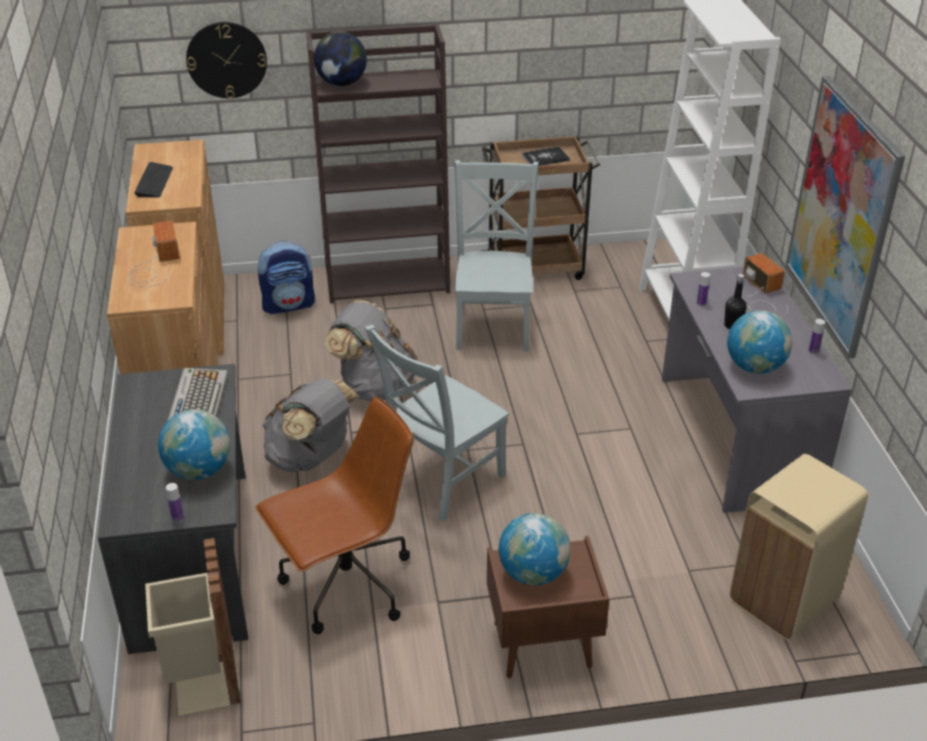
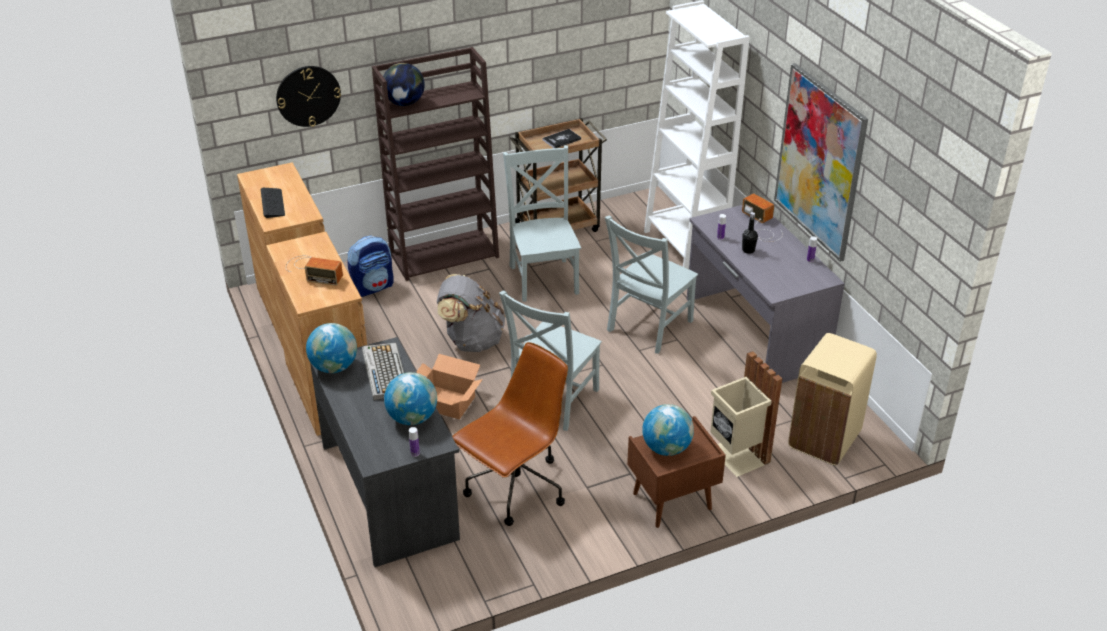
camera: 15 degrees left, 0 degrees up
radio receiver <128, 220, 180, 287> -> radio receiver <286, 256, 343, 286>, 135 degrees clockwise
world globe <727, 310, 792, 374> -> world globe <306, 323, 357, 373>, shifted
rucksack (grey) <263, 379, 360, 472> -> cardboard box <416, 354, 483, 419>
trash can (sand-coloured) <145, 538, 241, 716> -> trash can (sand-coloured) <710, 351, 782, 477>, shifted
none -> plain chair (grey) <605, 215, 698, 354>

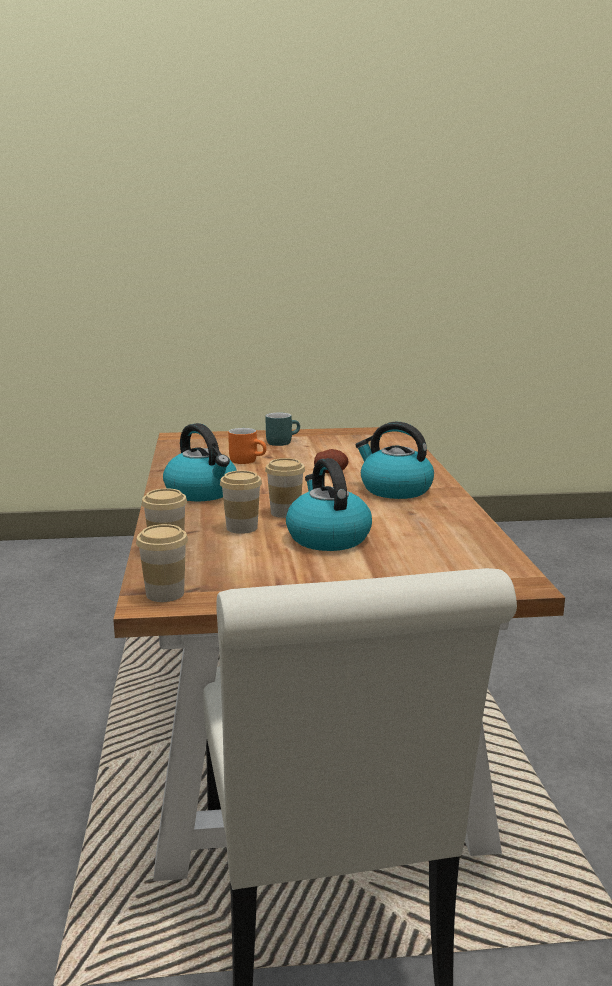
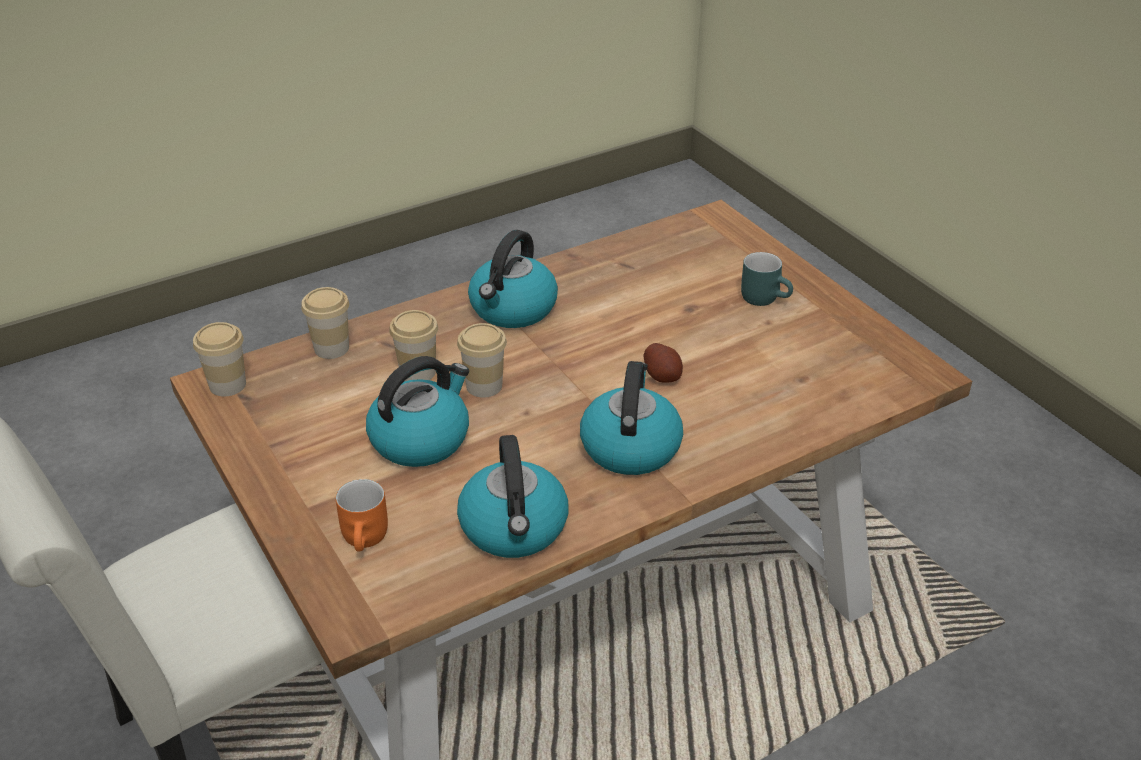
camera: 65 degrees right, 20 degrees up
tea mug (orange) <228, 428, 267, 464> -> tea mug (orange) <336, 479, 388, 552>, shifted
none -> kettle <457, 435, 568, 558>

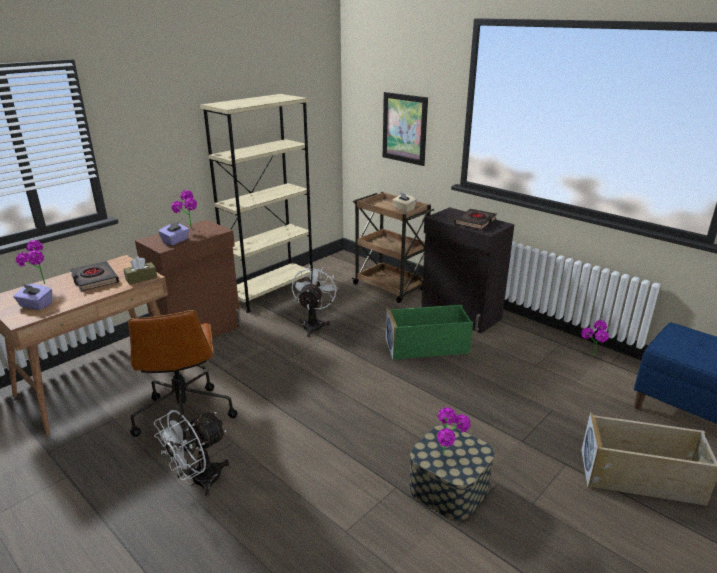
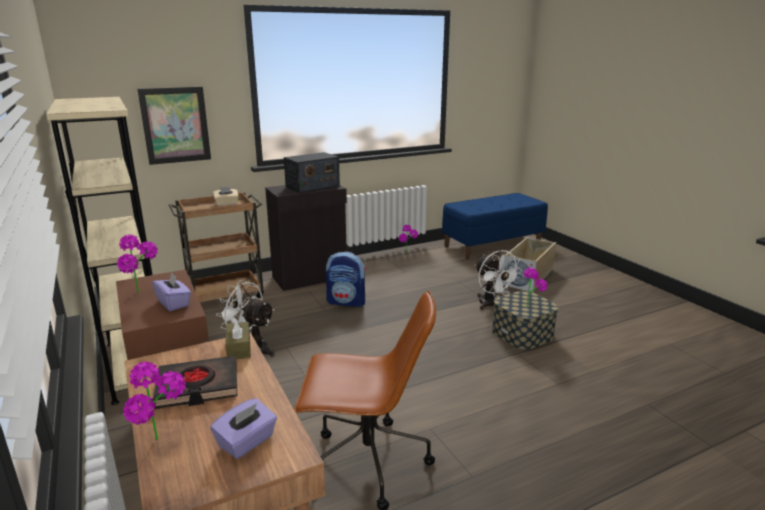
camera: 70 degrees left, 5 degrees down
bound book (blackish) <454, 209, 497, 230> -> radio receiver <284, 152, 340, 193>
storage box (greenish) <386, 305, 473, 361> -> rucksack <326, 251, 366, 307>
cooling fan (white-coloured) <154, 410, 229, 497> -> cooling fan (white-coloured) <475, 250, 523, 310>, shifted

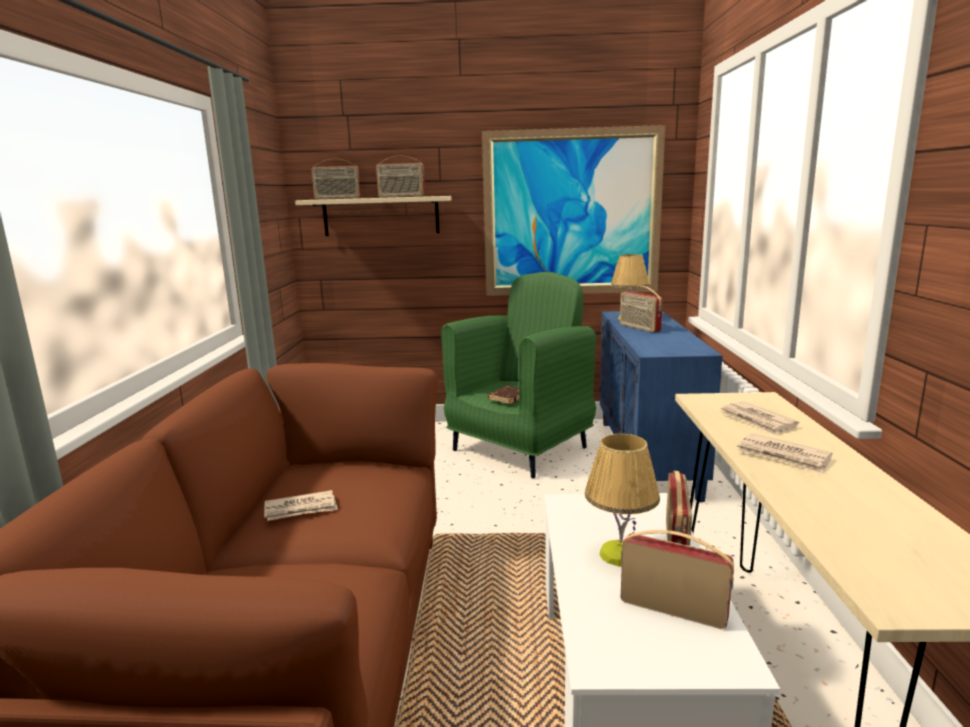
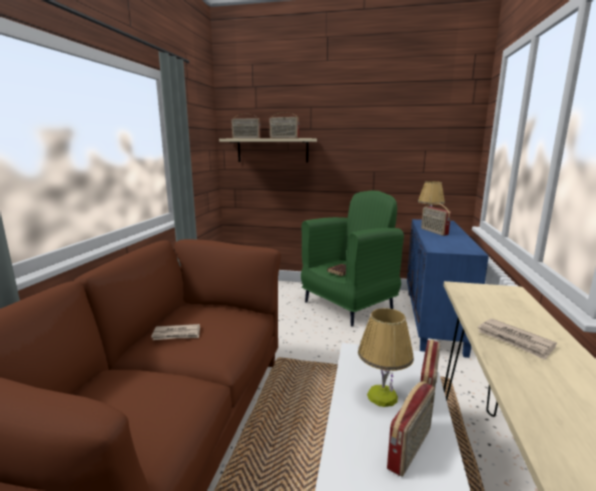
camera: 10 degrees right, 0 degrees up
wall art <482, 125, 665, 296> -> none
daily paper <719, 401, 800, 435> -> none
radio receiver <621, 530, 734, 629> -> radio receiver <387, 381, 435, 477>, 90 degrees clockwise

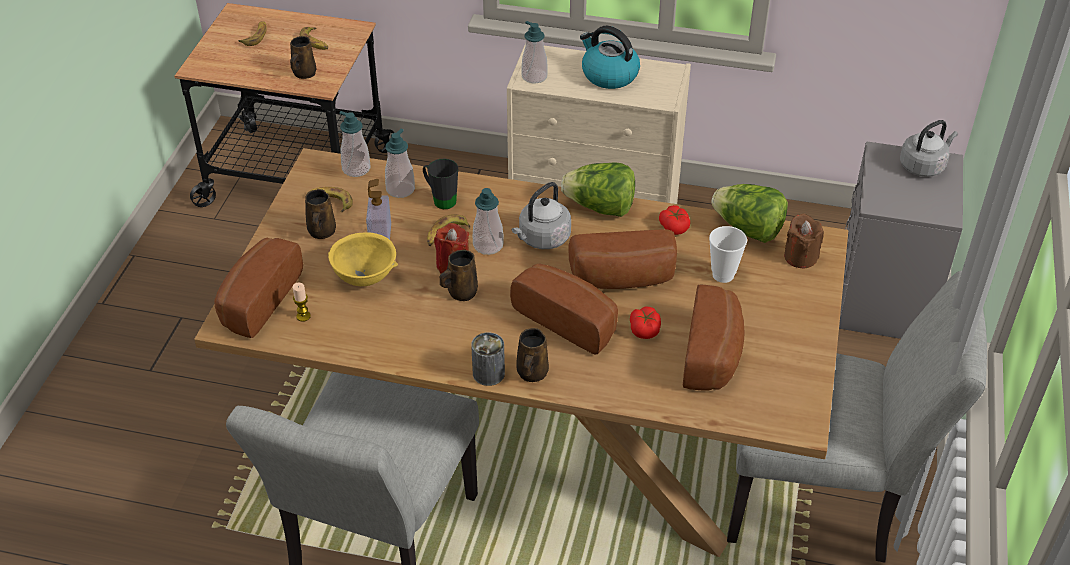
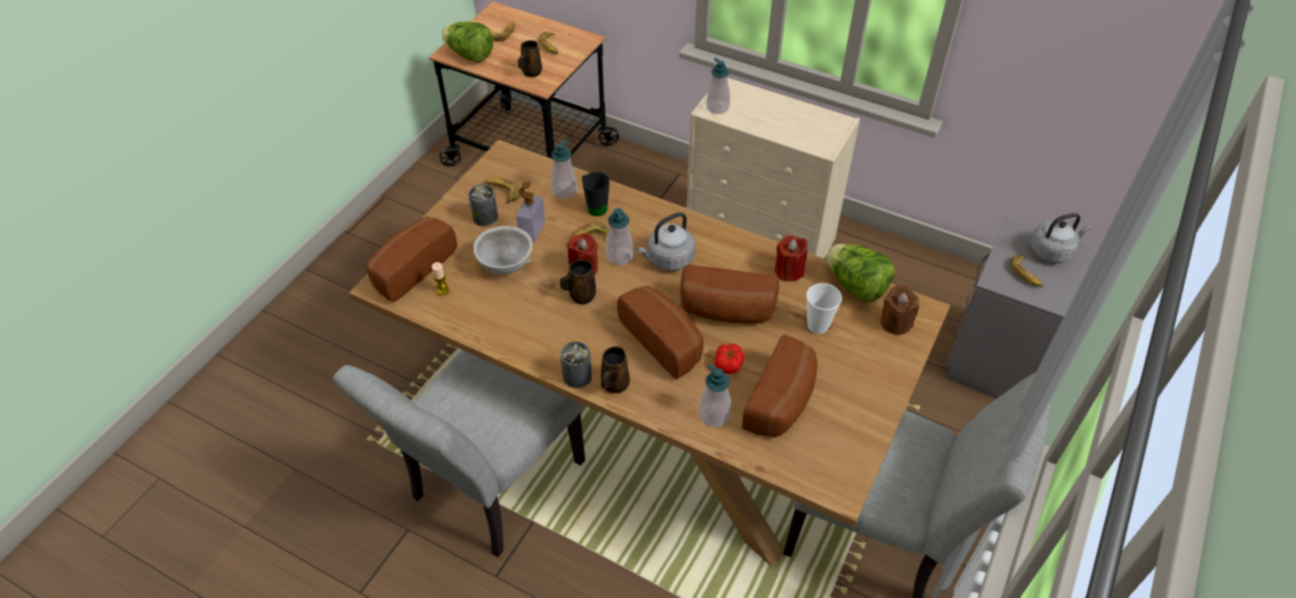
camera: 15 degrees right, 5 degrees up
kettle <580, 26, 640, 89> -> none
soap dispenser <339, 111, 370, 177> -> soap dispenser <699, 364, 731, 427>, shifted
head of lettuce <561, 162, 635, 217> -> head of lettuce <441, 22, 493, 63>, shifted
tea mug (brownish) <305, 189, 336, 239> -> sealed can <468, 184, 498, 227>
whole tomato <659, 205, 690, 235> -> wax candle (reddish) <775, 235, 808, 281>
serving bowl (yellow-coloured) <328, 232, 398, 286> -> serving bowl (grey) <473, 226, 533, 275>
none -> banana <1010, 255, 1043, 287>

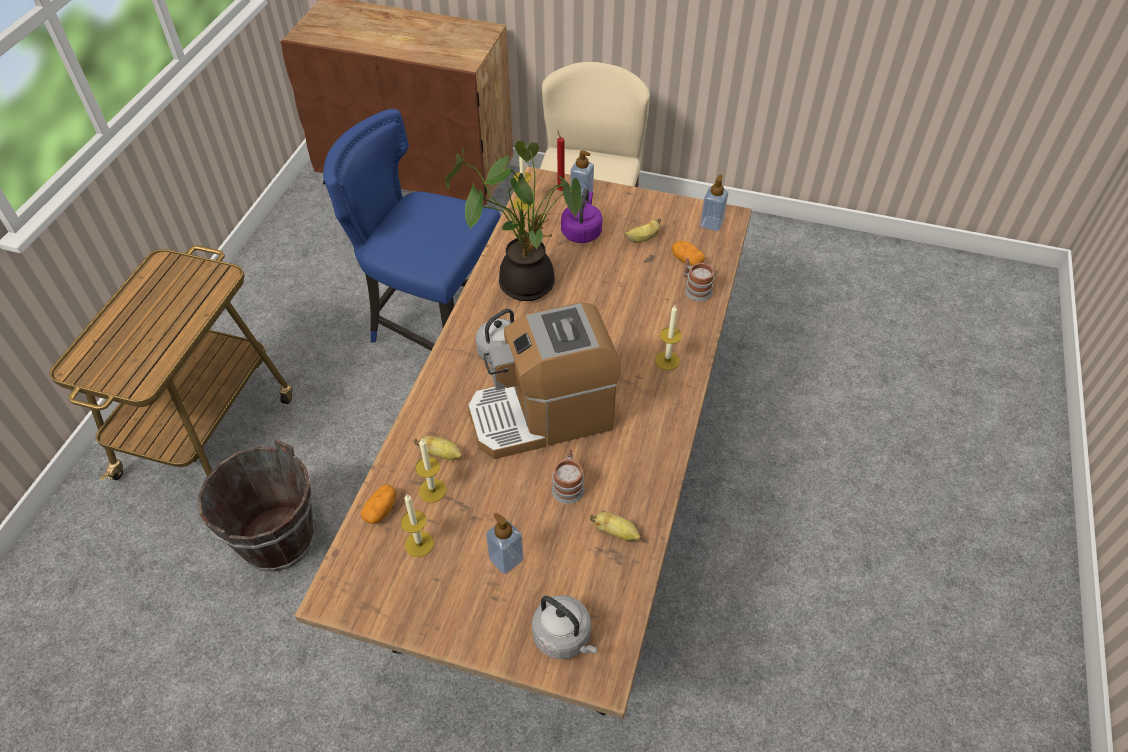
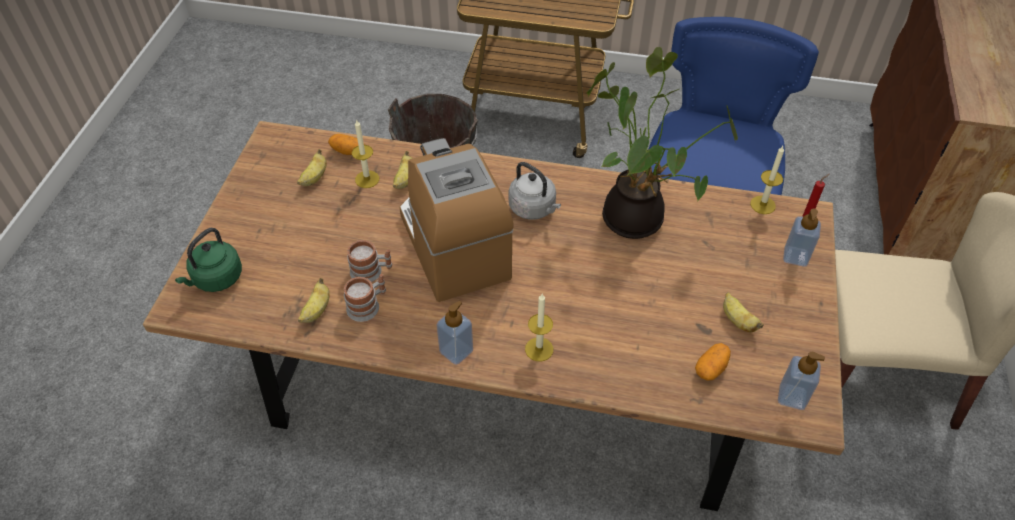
camera: 85 degrees right, 0 degrees up
kettle (purple-coloured) <561, 188, 602, 243> -> none
tea mug <683, 258, 714, 301> -> tea mug <344, 274, 386, 322>, shifted
wax candle <401, 494, 434, 557> -> banana <297, 149, 327, 186>
soap dispenser <486, 513, 524, 574> -> soap dispenser <436, 301, 473, 365>, shifted
kettle (grey) <532, 595, 598, 659> -> kettle (greenish) <175, 228, 242, 292>

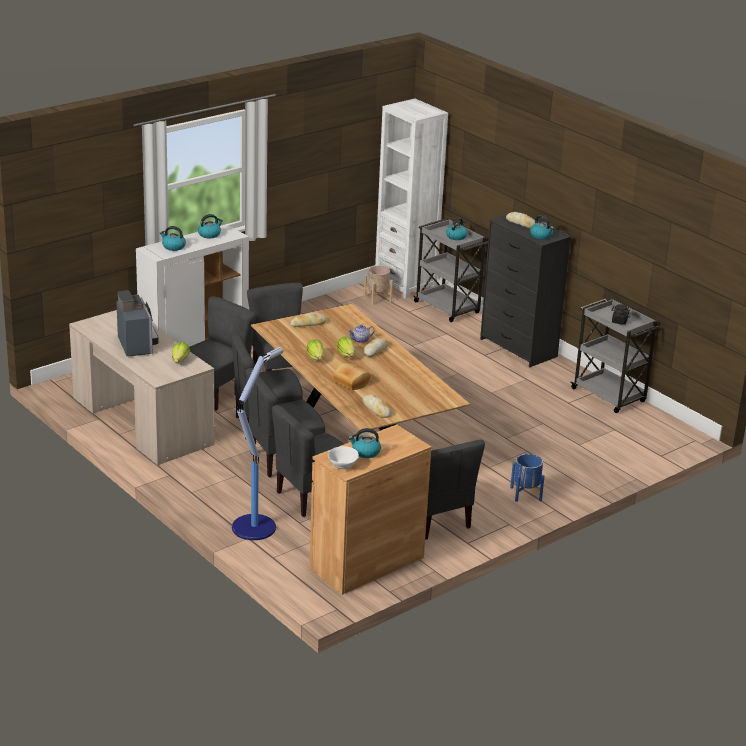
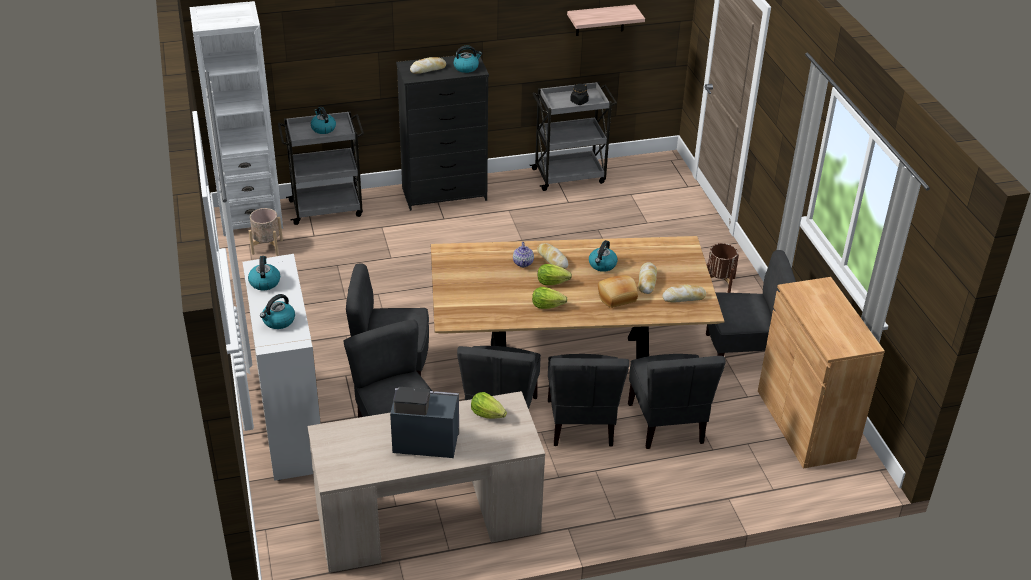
camera: 65 degrees left, 10 degrees up
baked bread <291, 313, 326, 327> -> baked bread <638, 262, 657, 294>, shifted
floor lamp <232, 347, 283, 540> -> none
kettle <348, 428, 381, 458> -> kettle <589, 240, 618, 272>, shifted
serving bowl (white-coloured) <328, 446, 359, 469> -> none
plant pot (blue) <510, 454, 545, 502> -> plant pot (brownish) <707, 243, 739, 293>
none -> wall shelf <567, 4, 645, 36>

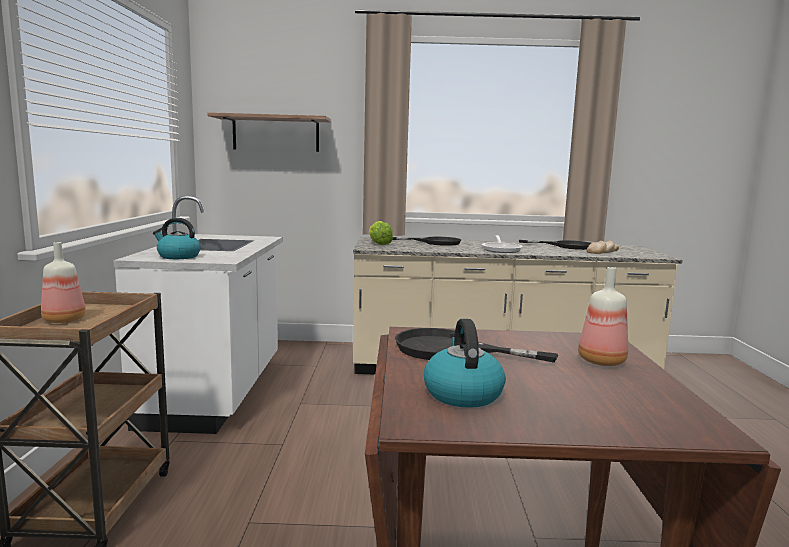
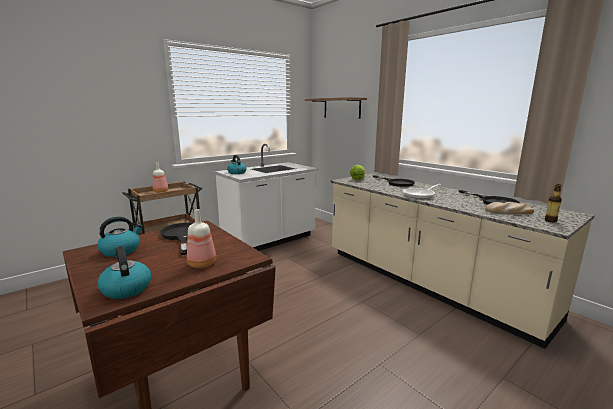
camera: 50 degrees right, 5 degrees up
none -> beverage bottle <545, 184, 562, 223>
none -> kettle <97, 246, 151, 299>

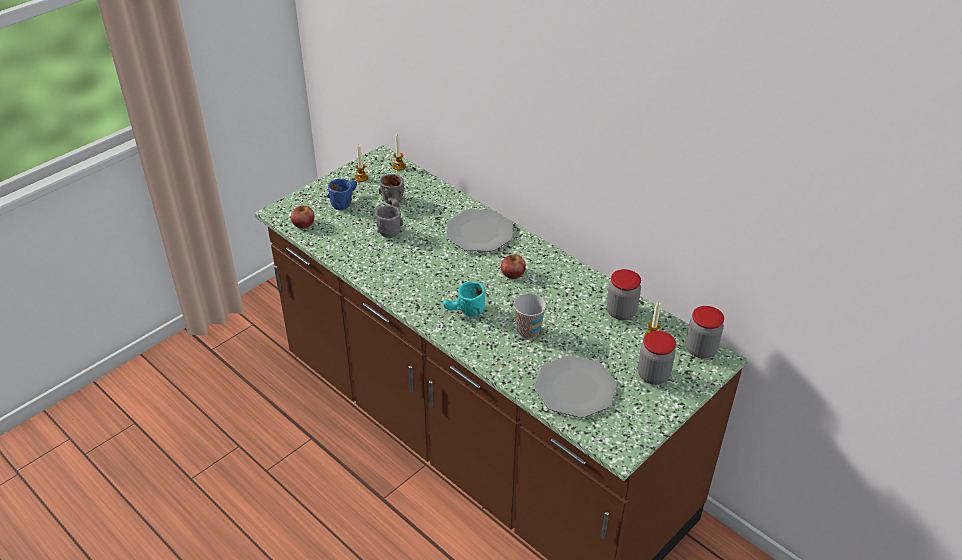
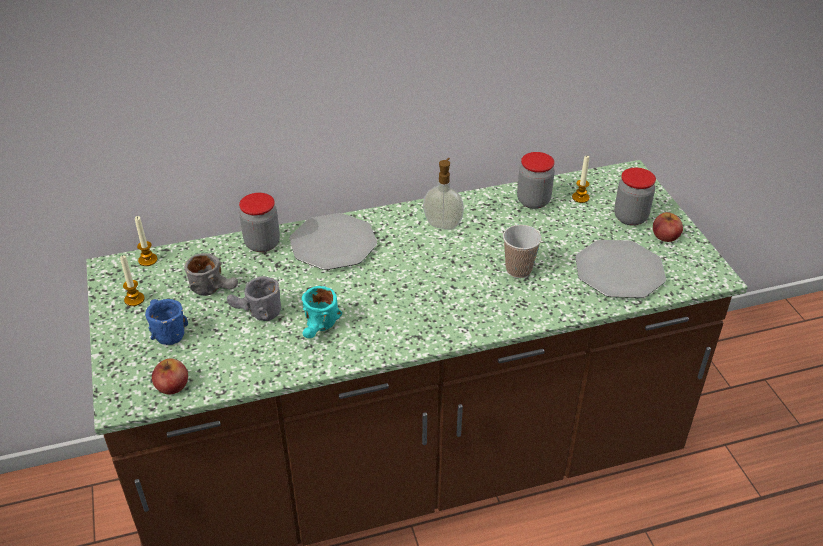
camera: 60 degrees left, 0 degrees up
apple <501, 255, 526, 279> -> apple <653, 212, 683, 242>, shifted
tea mug (turquoise) <443, 281, 485, 317> -> tea mug (turquoise) <302, 286, 342, 338>, shifted
jar <686, 306, 724, 358> -> jar <239, 193, 280, 252>, shifted
none -> soap dispenser <423, 158, 464, 230>

